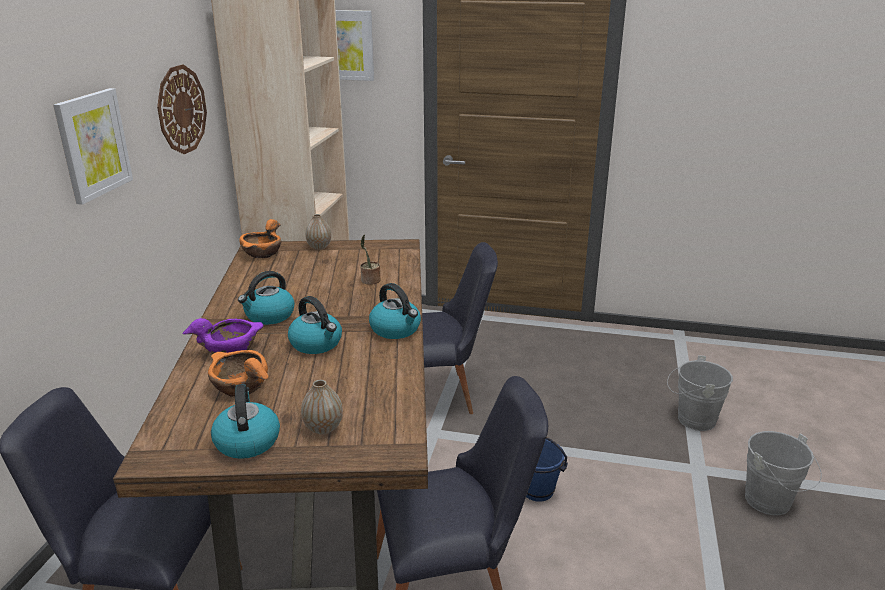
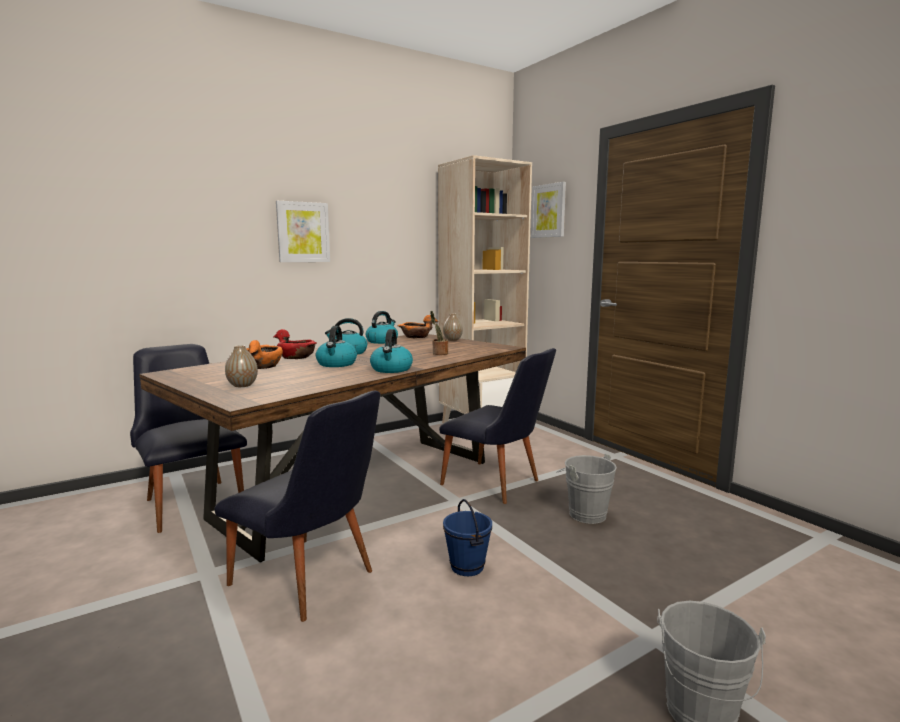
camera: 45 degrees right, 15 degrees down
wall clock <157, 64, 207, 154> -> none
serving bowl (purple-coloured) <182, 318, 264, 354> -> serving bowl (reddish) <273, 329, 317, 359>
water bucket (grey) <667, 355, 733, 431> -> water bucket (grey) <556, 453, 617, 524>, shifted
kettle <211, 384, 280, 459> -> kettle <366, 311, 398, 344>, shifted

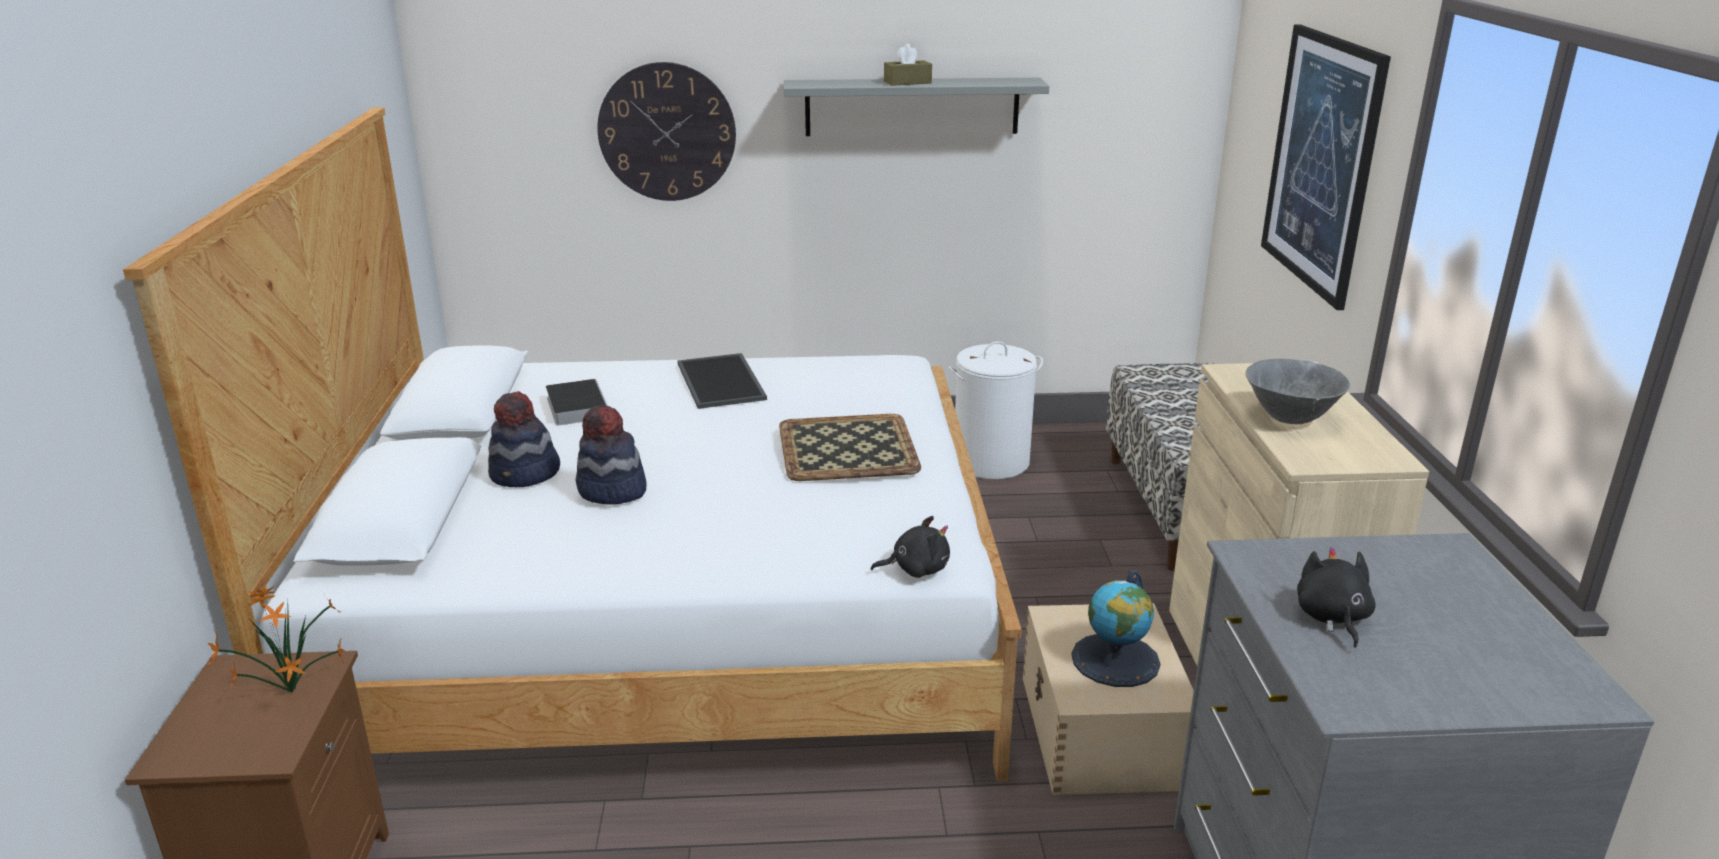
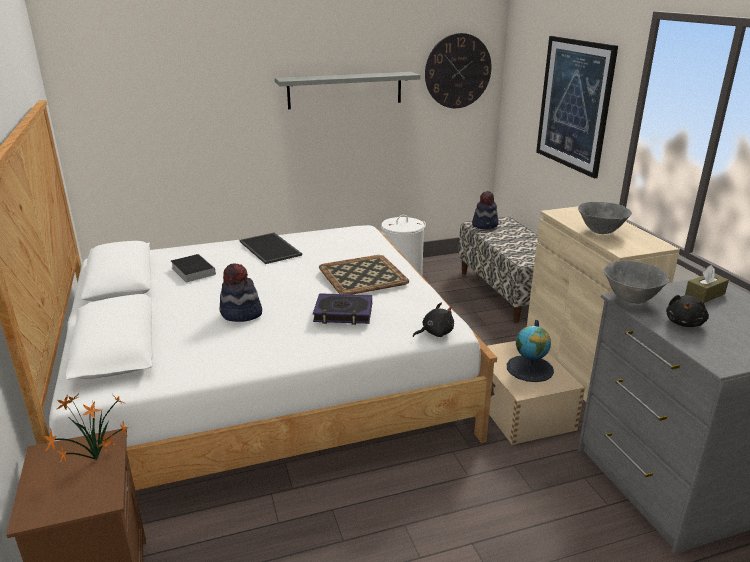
camera: 15 degrees left, 0 degrees up
tissue box (brownish) <884, 44, 932, 86> -> tissue box (brownish) <685, 265, 729, 303>, shifted
wall clock <597, 62, 736, 201> -> wall clock <425, 33, 491, 108>, shifted
wearable hat <488, 391, 560, 487> -> wearable hat <472, 191, 499, 229>, shifted
cuddly toy (blackish) <1297, 547, 1376, 648> -> cuddly toy (blackish) <666, 295, 709, 327>, 135 degrees counterclockwise
none -> serving bowl (grey) <604, 261, 669, 304>
none -> bound book <313, 293, 372, 325>

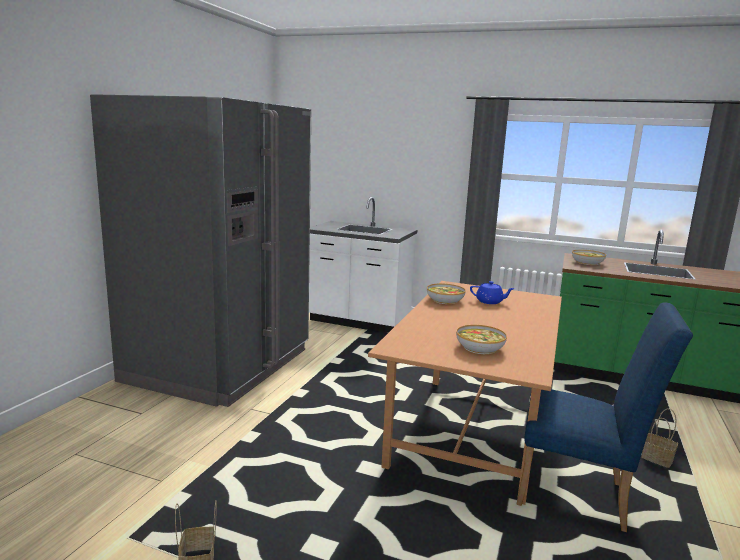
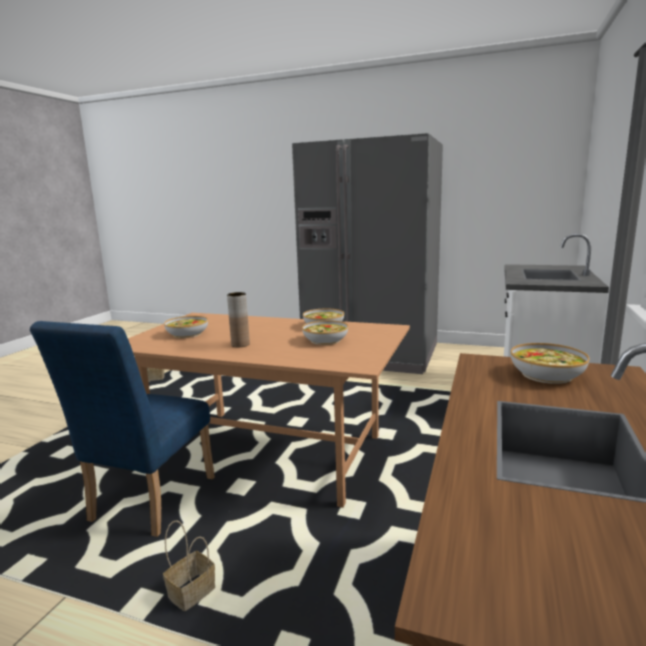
camera: 90 degrees right, 0 degrees up
teapot (blue) <470, 281, 515, 304> -> serving bowl <302, 320, 348, 345>
none -> decorative vase (brownish) <227, 292, 250, 347>

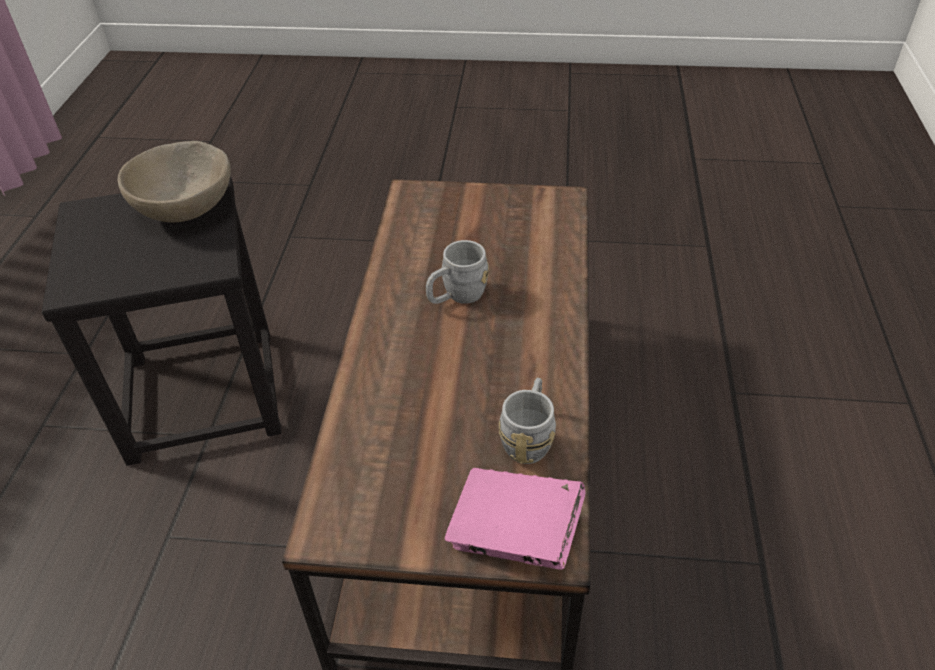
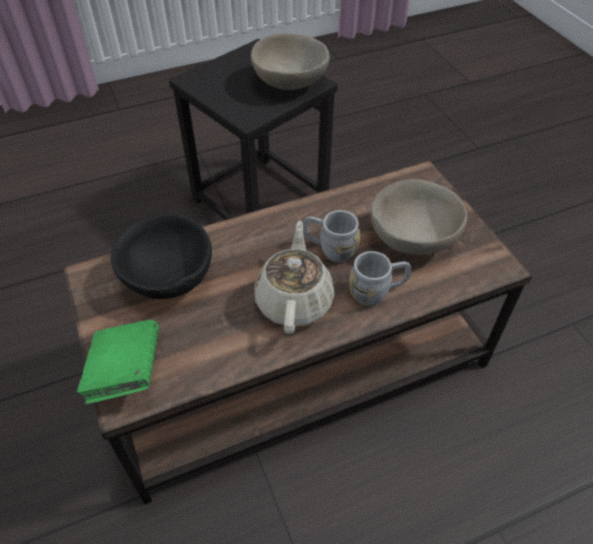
camera: 60 degrees right, 5 degrees up
tea mug (grey) <499, 378, 556, 464> -> tea mug (grey) <349, 251, 412, 306>, shifted
bound book (pink-coloured) <445, 468, 585, 570> -> bound book (greenish) <77, 320, 159, 404>
none -> serving bowl (sand-coloured) <370, 179, 467, 255>
none -> serving bowl (blackish) <111, 214, 212, 299>
none -> teapot (sand-coloured) <254, 221, 335, 334>

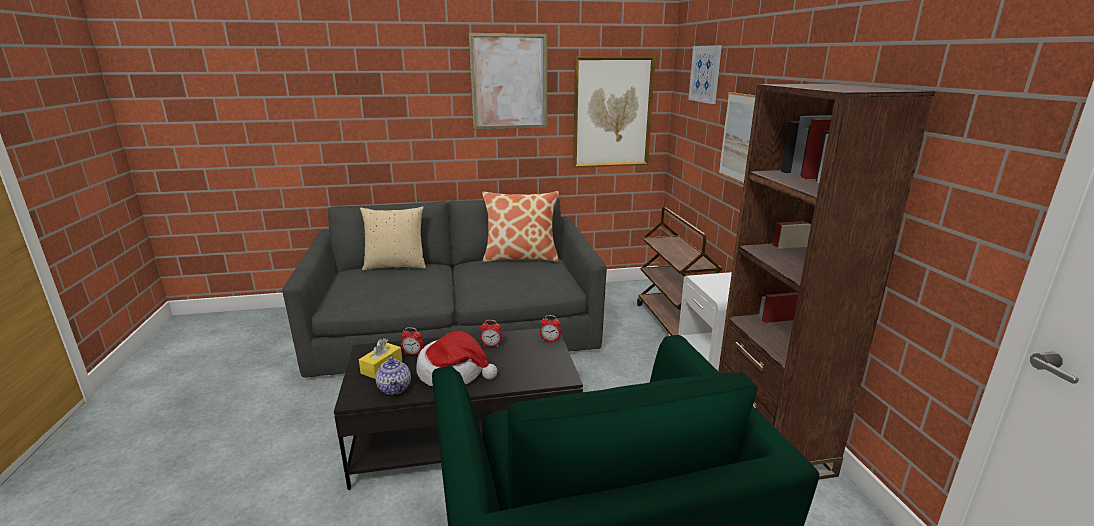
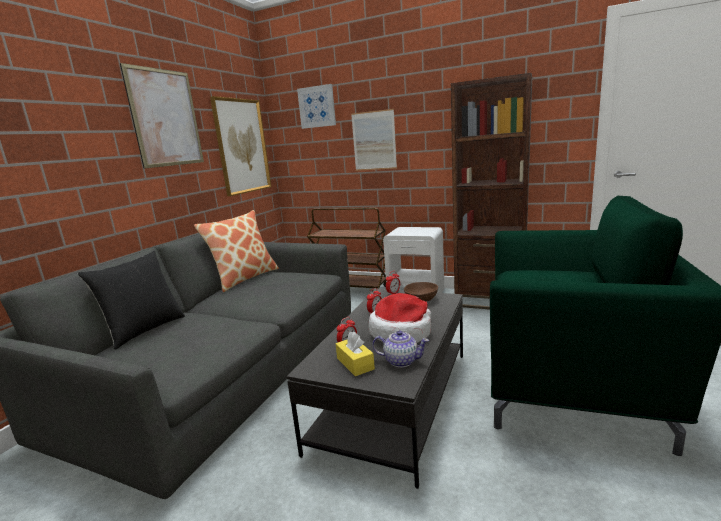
camera: 55 degrees left, 5 degrees down
cushion (sand-coloured) <360, 206, 426, 271> -> cushion (blackish) <78, 251, 185, 349>
none -> serving bowl (brownish) <404, 282, 438, 302>

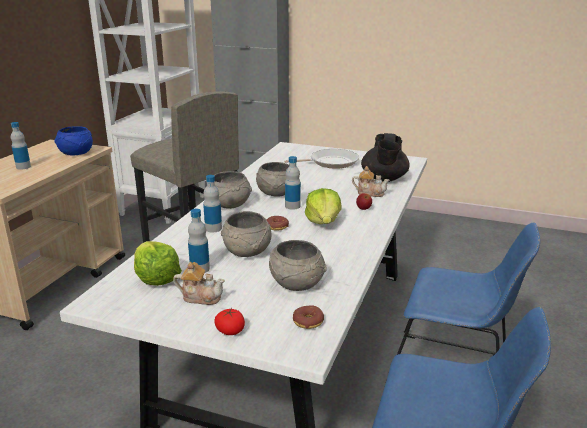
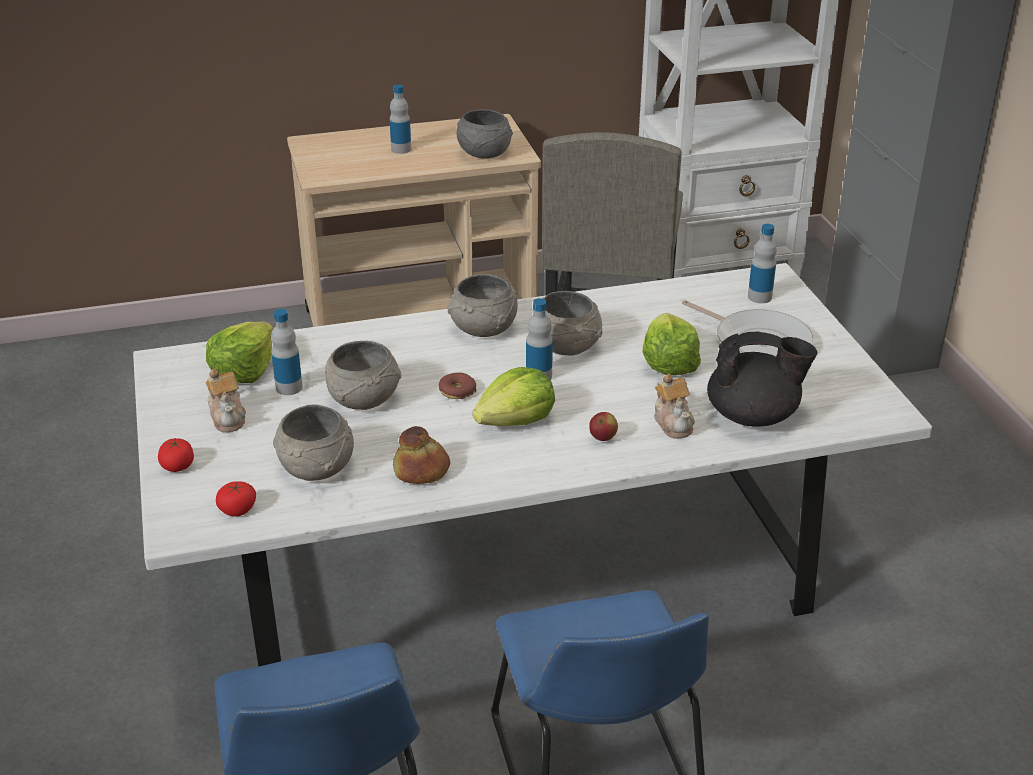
camera: 55 degrees right, 10 degrees up
serving bowl (blue) <54, 126, 93, 155> -> serving bowl (grey) <456, 109, 513, 159>
teapot (blackish) <361, 133, 410, 182> -> teapot (blackish) <707, 332, 818, 427>, 150 degrees counterclockwise
beverage bottle <203, 175, 222, 233> -> beverage bottle <748, 224, 777, 303>, shifted
doughnut <293, 306, 324, 329> -> whole tomato <216, 481, 256, 516>
none -> head of lettuce <643, 313, 701, 375>
none -> baked bread <393, 426, 450, 484>

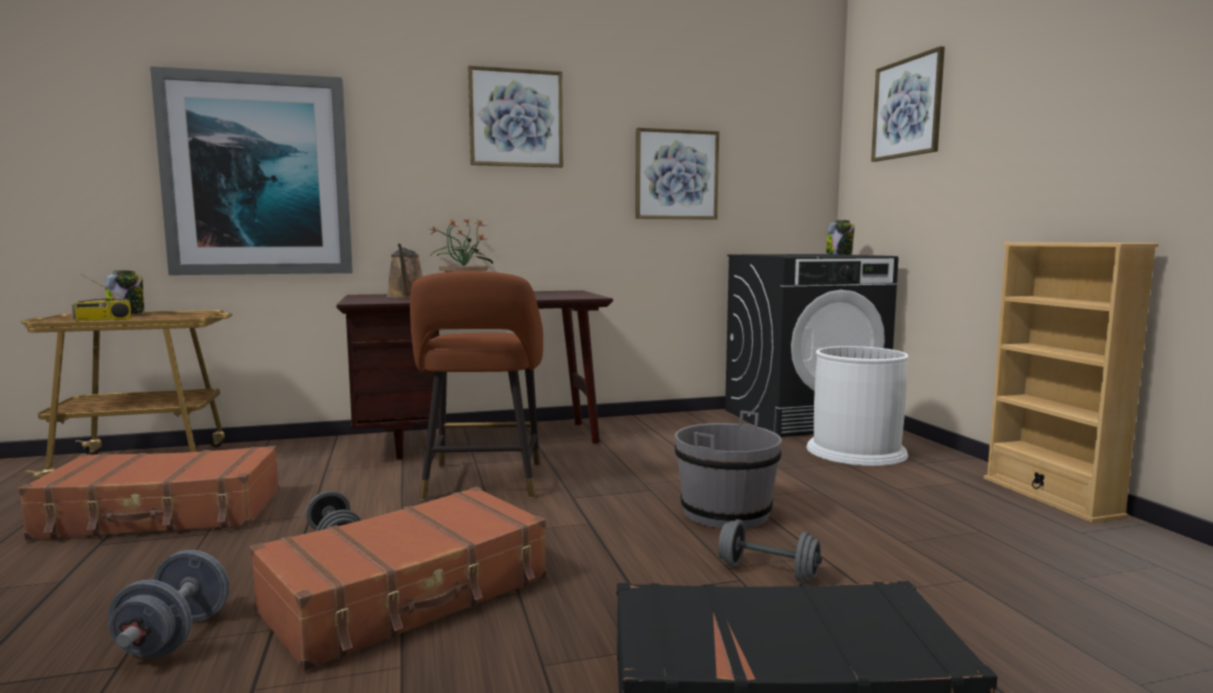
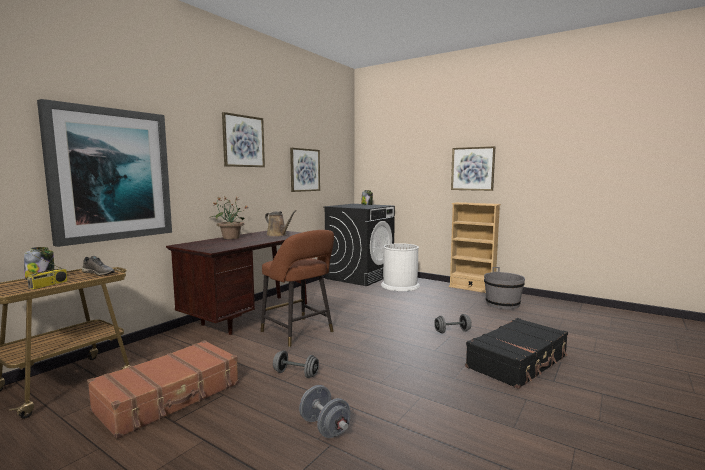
camera: 40 degrees left, 0 degrees up
wall art <871, 46, 945, 162> -> wall art <451, 146, 495, 191>, shifted
sprinkling can (brownish) <386, 244, 423, 298> -> sprinkling can (brownish) <265, 210, 296, 237>, shifted
water bucket (grey) <675, 410, 782, 528> -> water bucket (grey) <484, 267, 525, 309>, shifted
suitcase (brownish) <250, 487, 547, 671> -> none
none -> low shoe (grey) <82, 256, 115, 276>

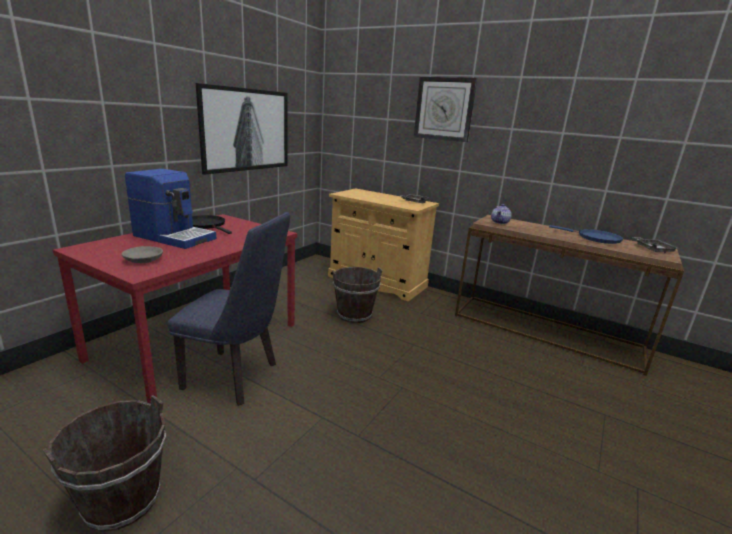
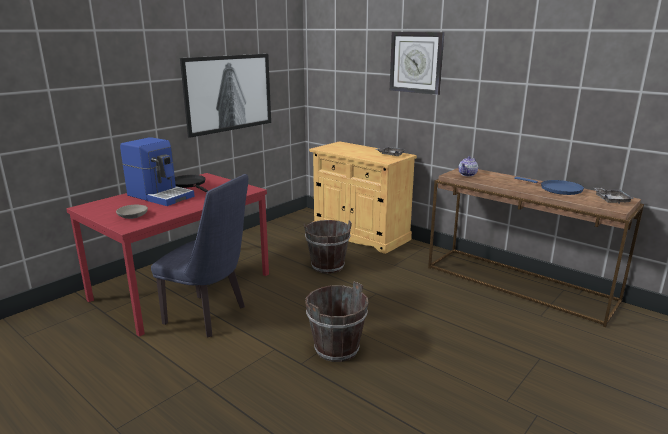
camera: 10 degrees right, 0 degrees up
water bucket (brownish) <43, 395, 166, 532> -> water bucket (brownish) <305, 281, 369, 362>, shifted

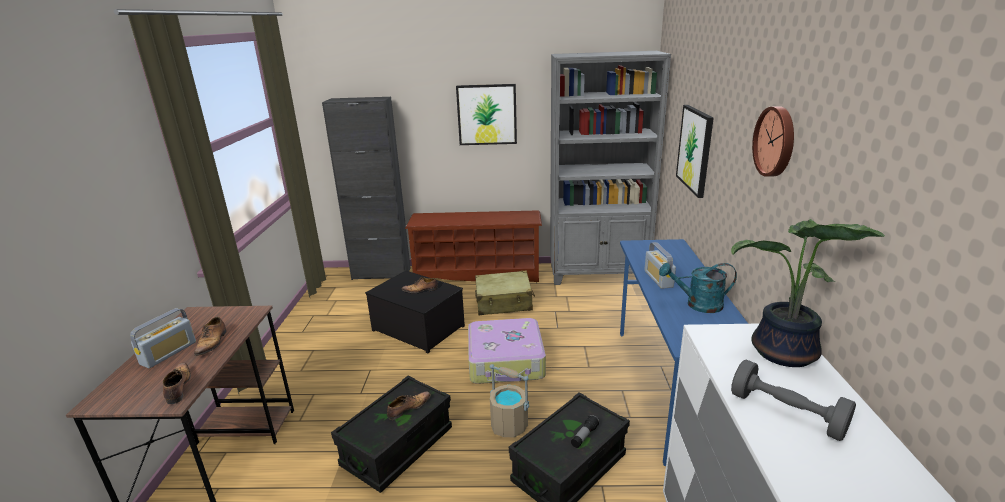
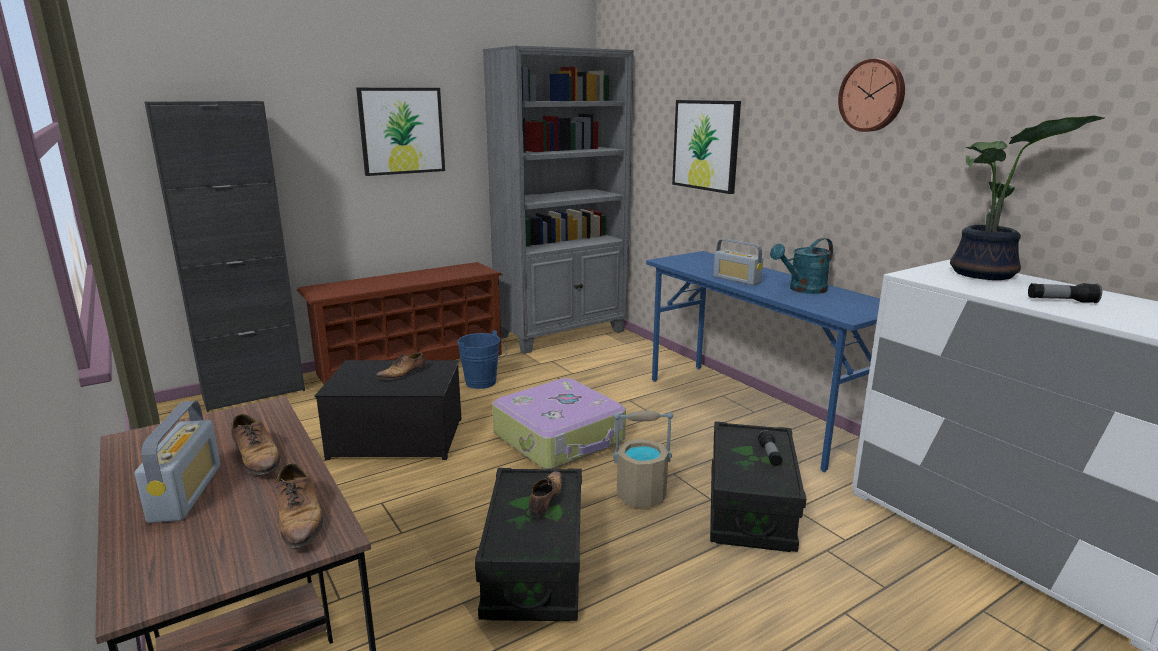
camera: 35 degrees left, 5 degrees down
suitcase (sand-coloured) <475, 271, 535, 315> -> water bucket (blue) <457, 330, 507, 389>
dumbbell (grey) <731, 360, 856, 441> -> hand torch <1028, 283, 1102, 303>
low shoe <163, 363, 191, 404> -> low shoe <275, 463, 323, 548>, 150 degrees counterclockwise

